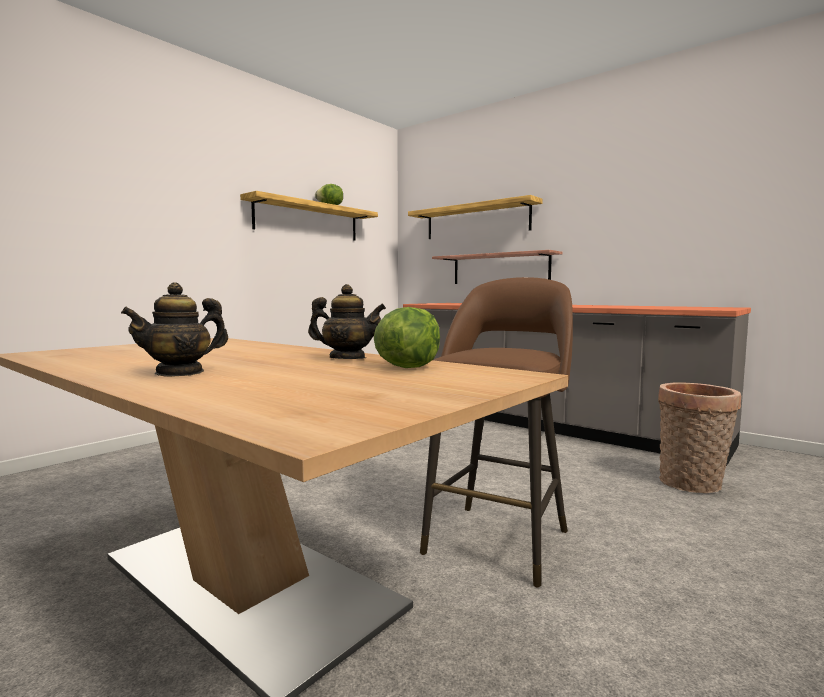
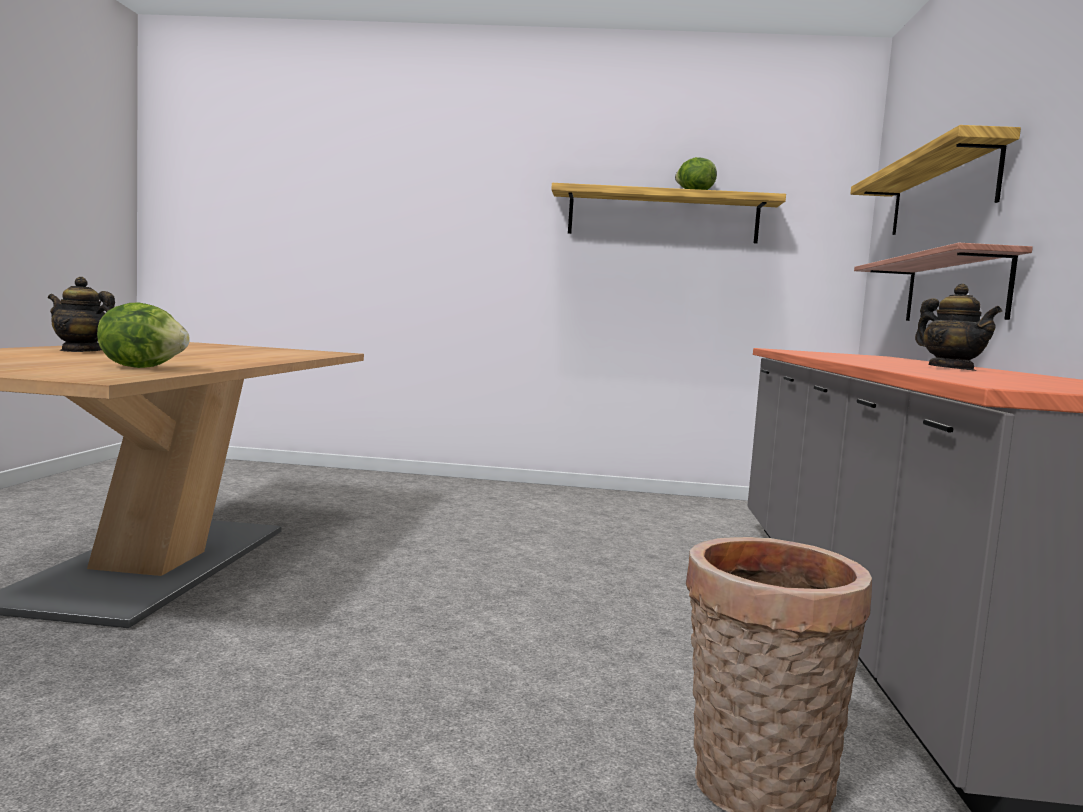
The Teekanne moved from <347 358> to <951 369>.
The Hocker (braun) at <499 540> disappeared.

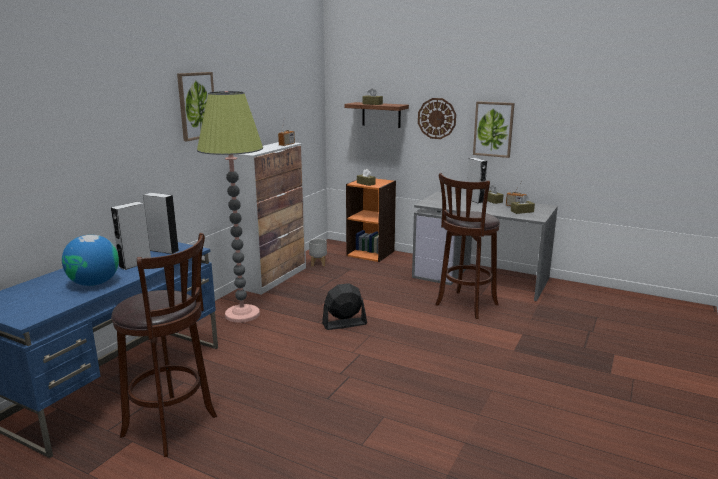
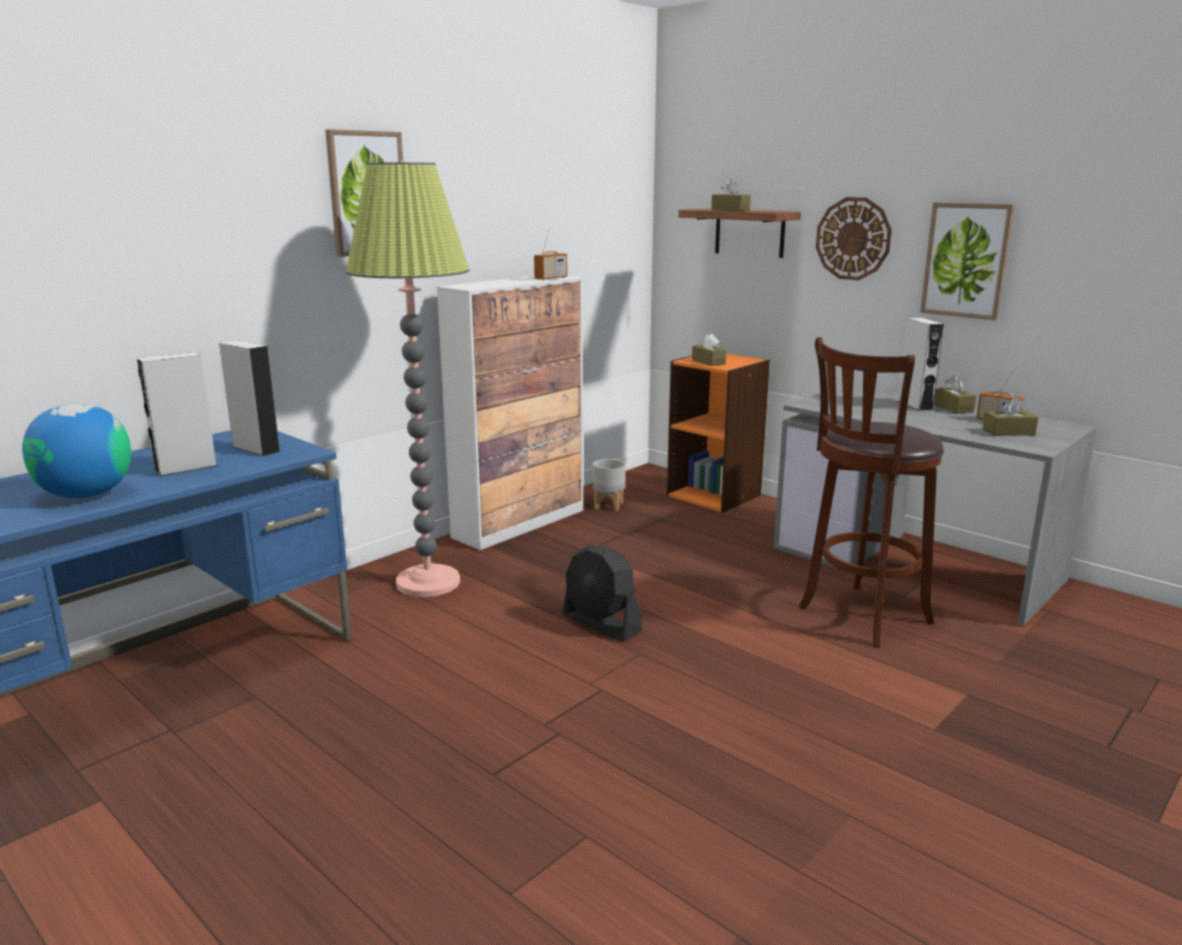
The Hocker (braun) at <173 427> disappeared.
The Ventilator (schwarz) at <344 324> turned 135 degrees counterclockwise.

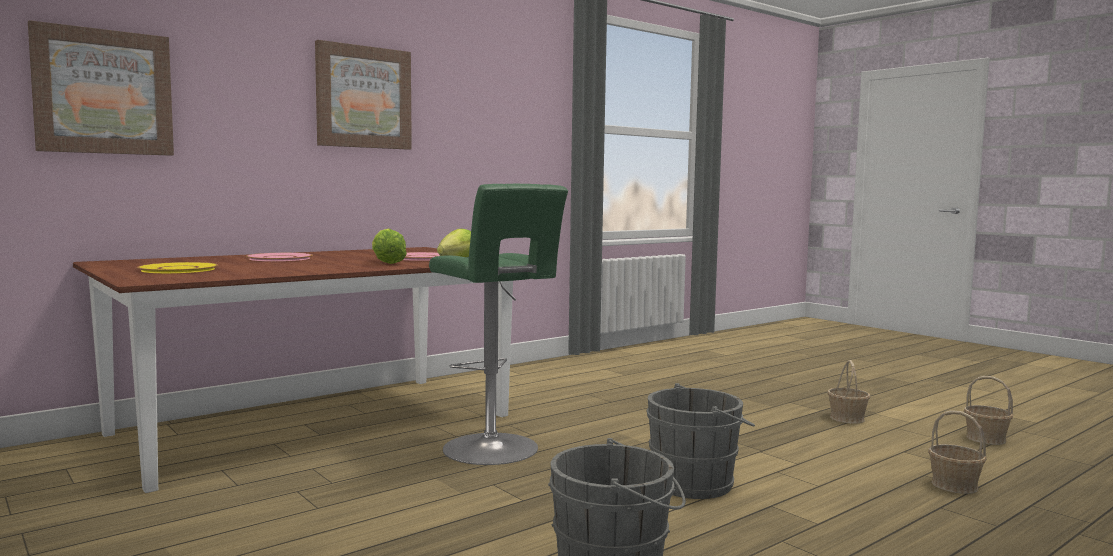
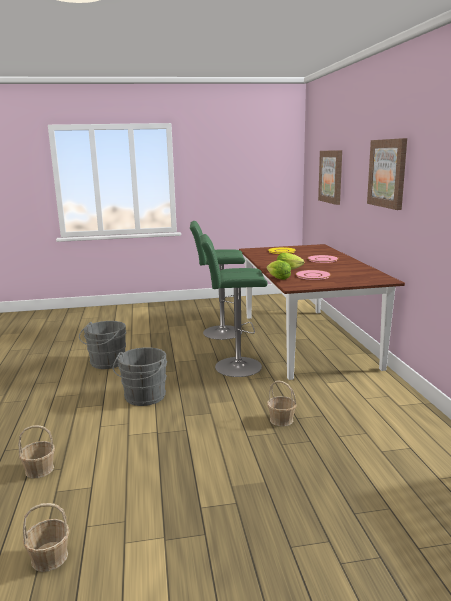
The Korb moved from <847 418> to <281 420>.
The Hocker (grün) at <219 332> appeared.

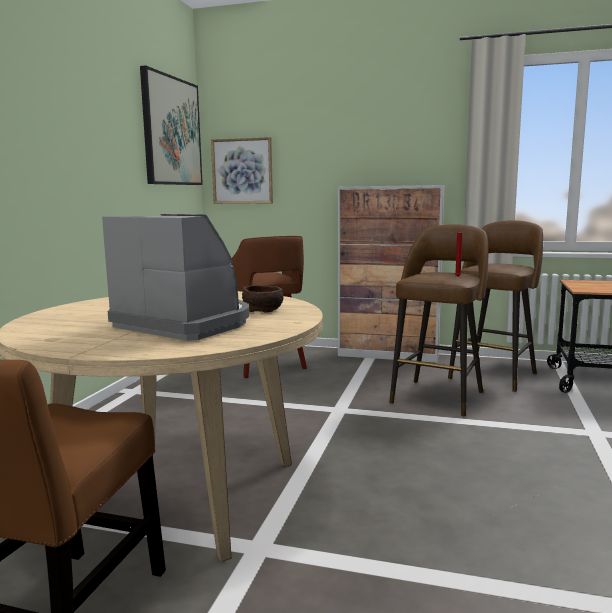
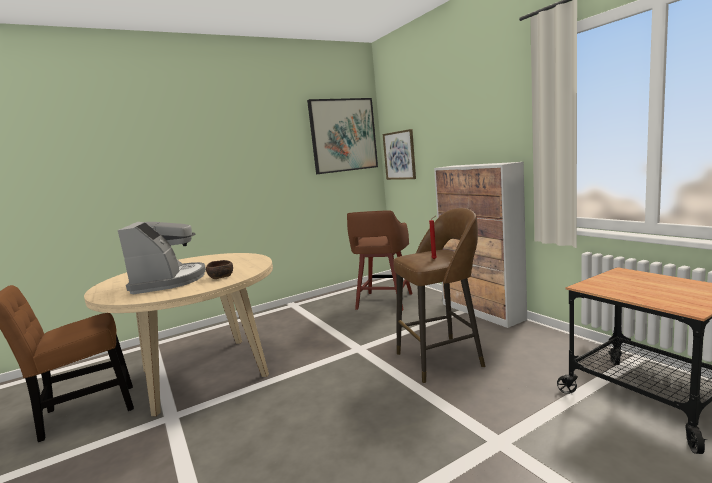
The Hocker (braun) at <494 375> disappeared.

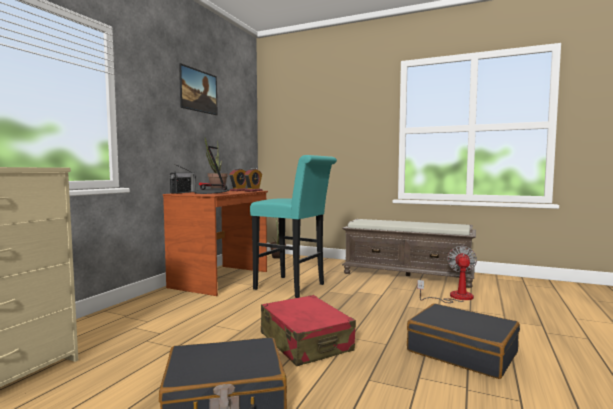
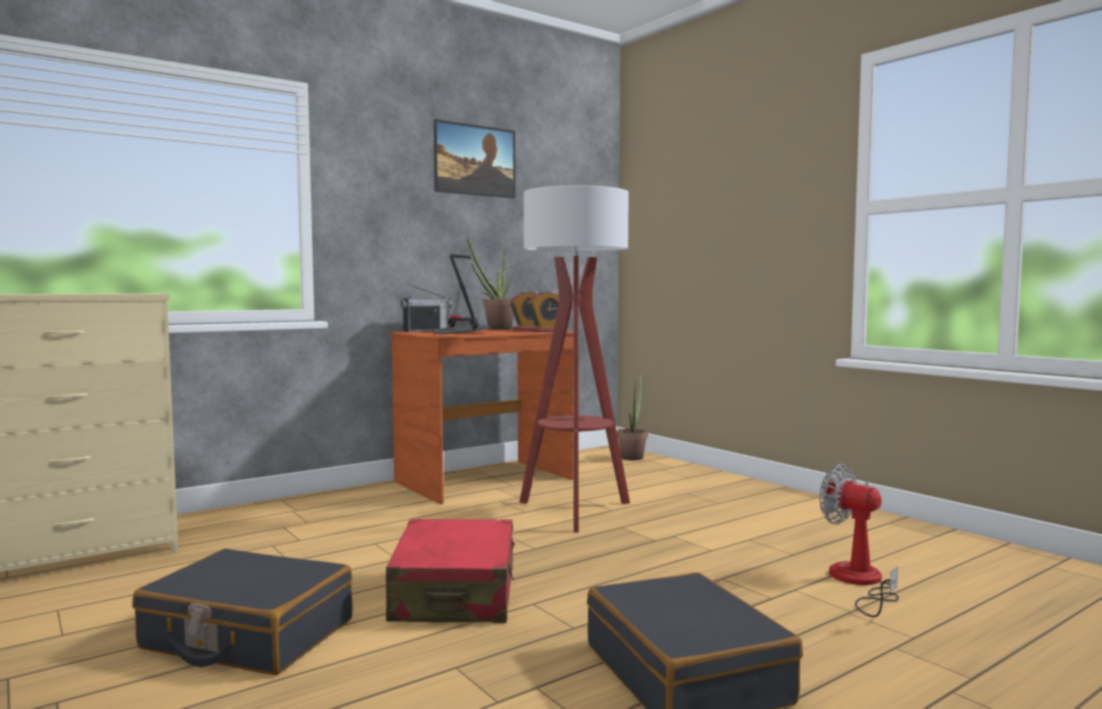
The Hocker (türkis) at <294 287> was replaced by the Stehlampe at <574 511>.
The Bank (braun) at <407 275> disappeared.
The Ventilator at <454 297> turned 90 degrees counterclockwise.

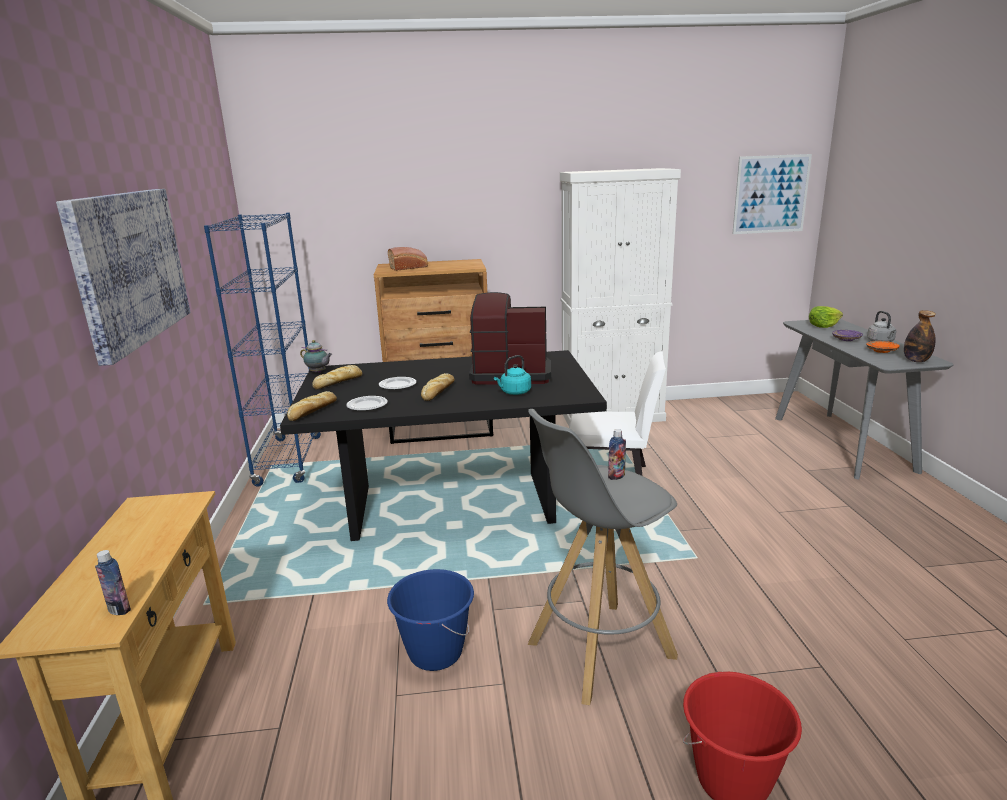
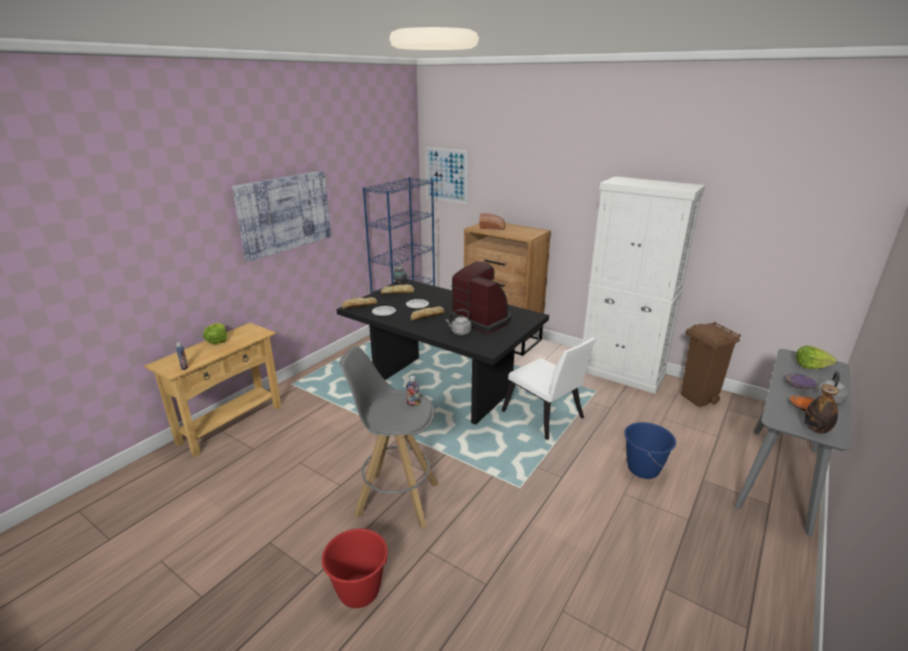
The Eimer (blau) moved from <435 653> to <643 469>.
The Wasserkessel (türkis) at <514 392> became the Wasserkessel (grau) at <460 332>.
The Bild moved from <771 194> to <446 175>.
The Salatkopf at <217 340> appeared.
The Mülleimer (braun) at <698 399> appeared.

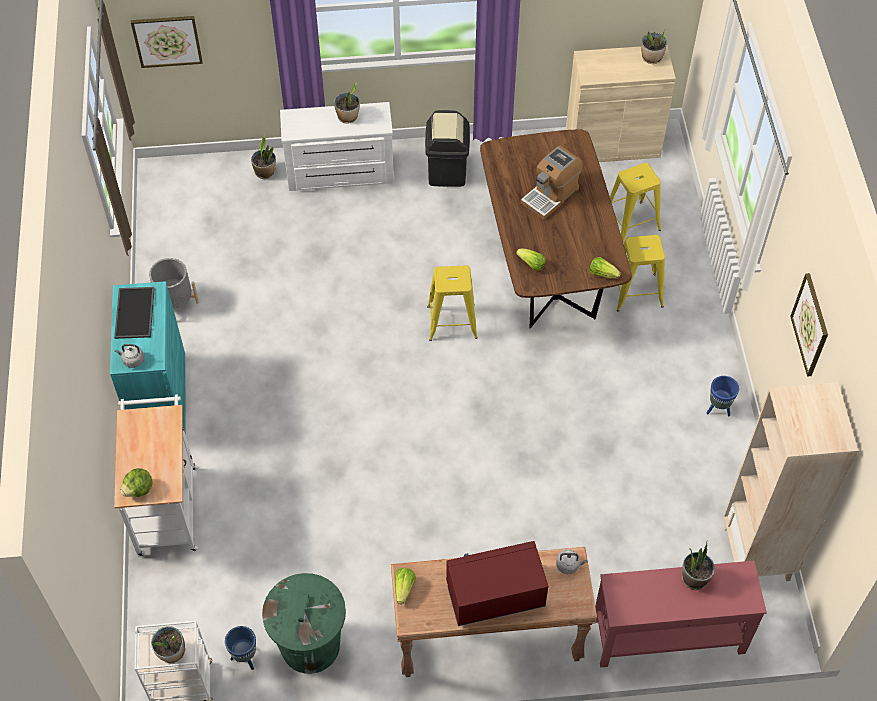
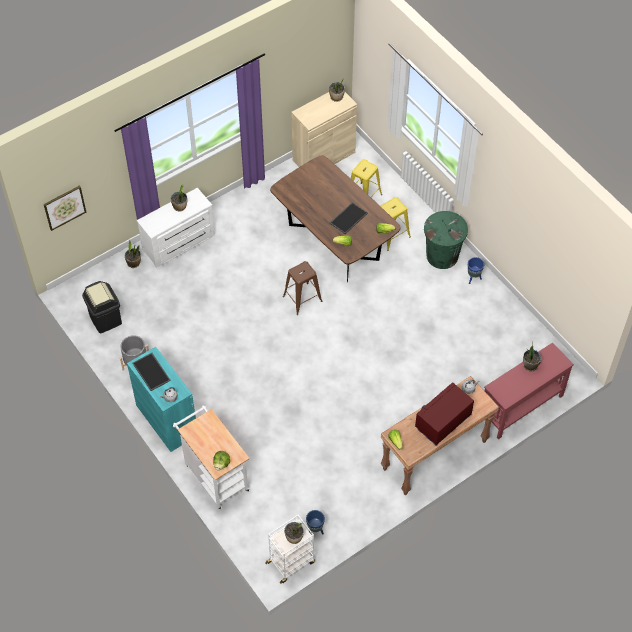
The Mülleimer (grün) moved from <310 645> to <442 255>.
The Mülleimer (schwarz) moved from <446 171> to <105 319>.
The Hocker (gelb) at <452 322> became the Hocker (braun) at <302 299>.
The Kaffeemaschine at <550 195> disappeared.
The Bücherregal (beige) at <757 554> disappeared.
The Bild at <810 325> disappeared.
The Tablett at <348 217> appeared.

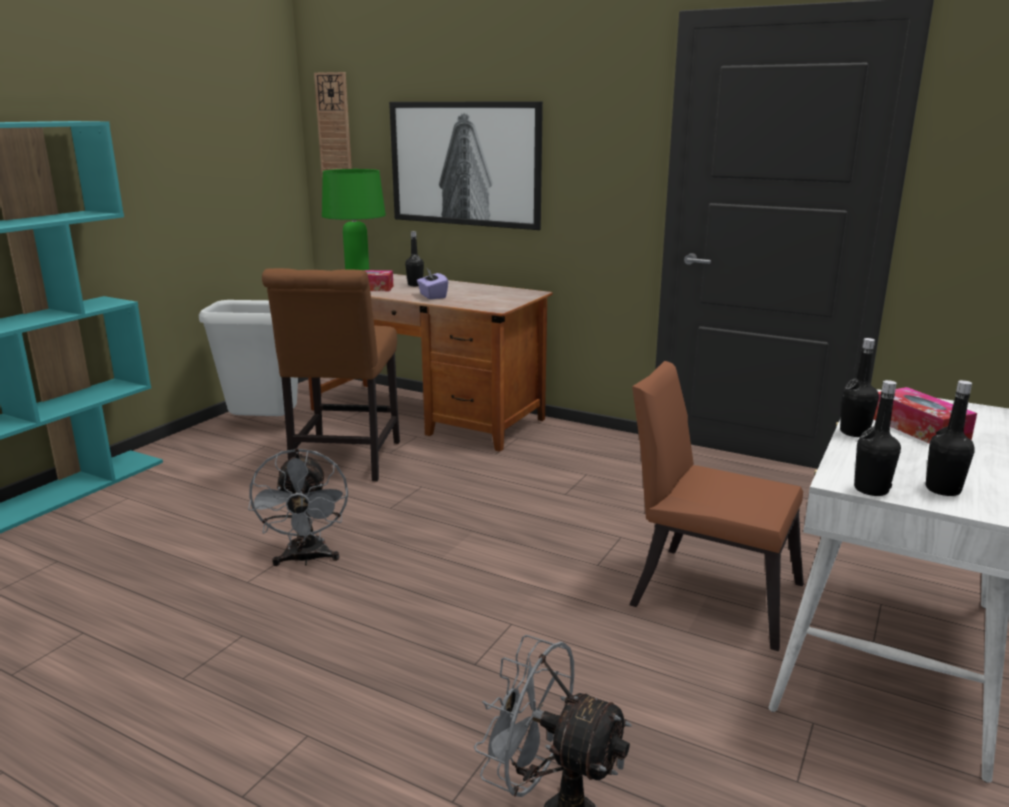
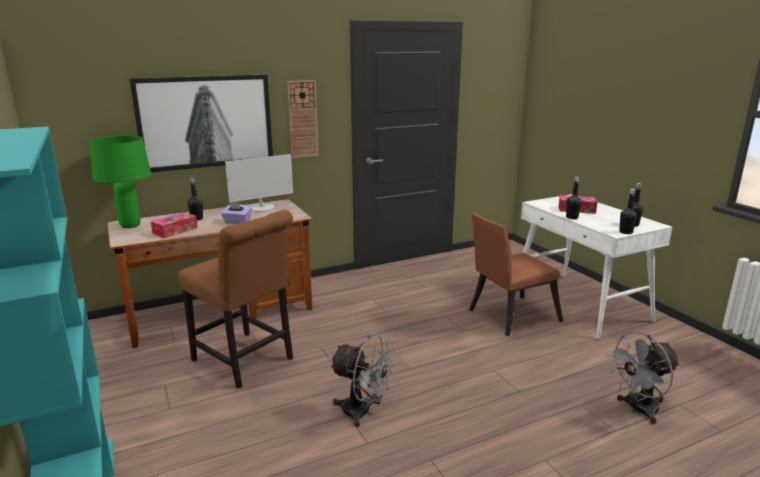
The Mülleimer (grau) at <266 426> disappeared.
The Wanduhr moved from <334 126> to <303 119>.
The Monitor at <261 208> appeared.

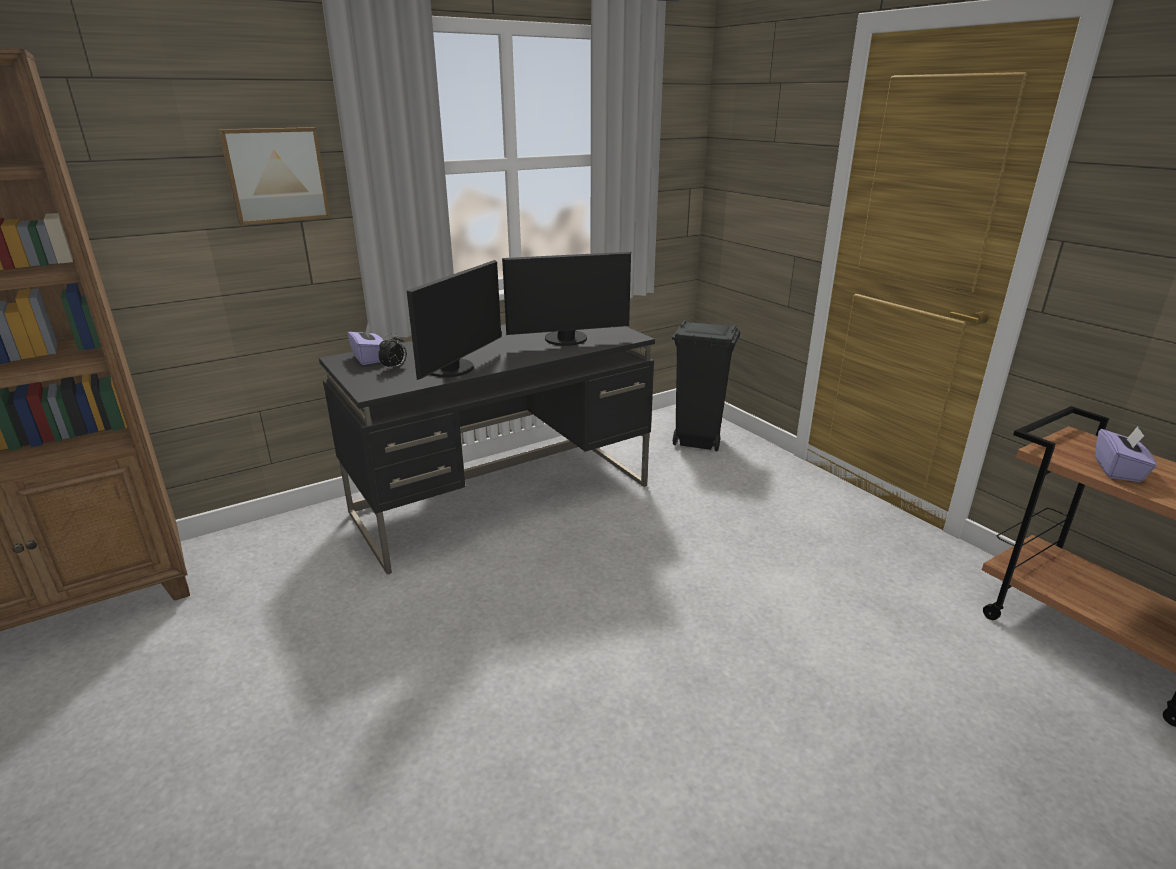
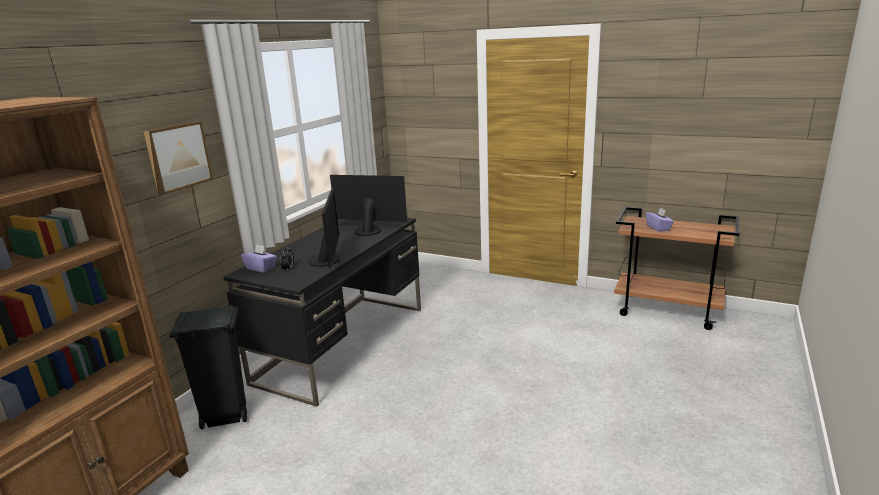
The Monitor at <567 340> turned 120 degrees counterclockwise.
The Mülleimer (schwarz) moved from <696 442> to <225 417>.

